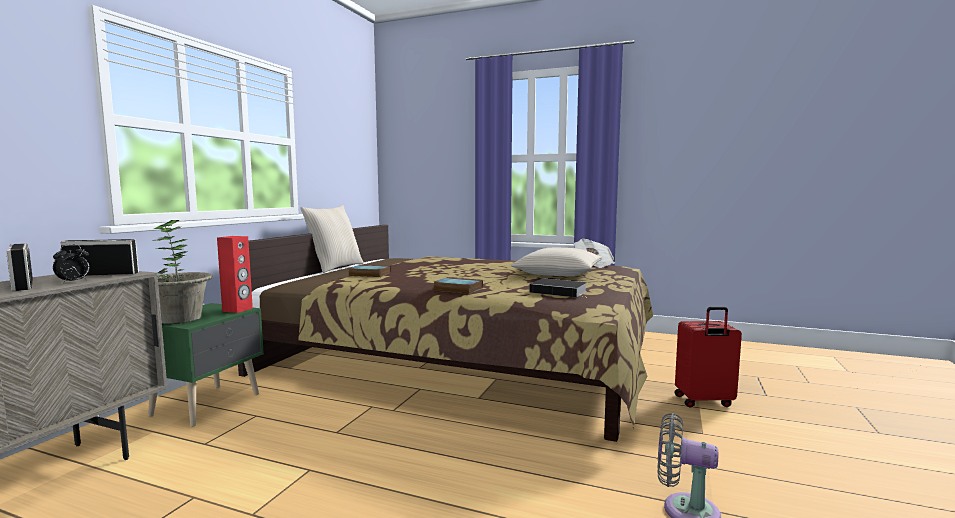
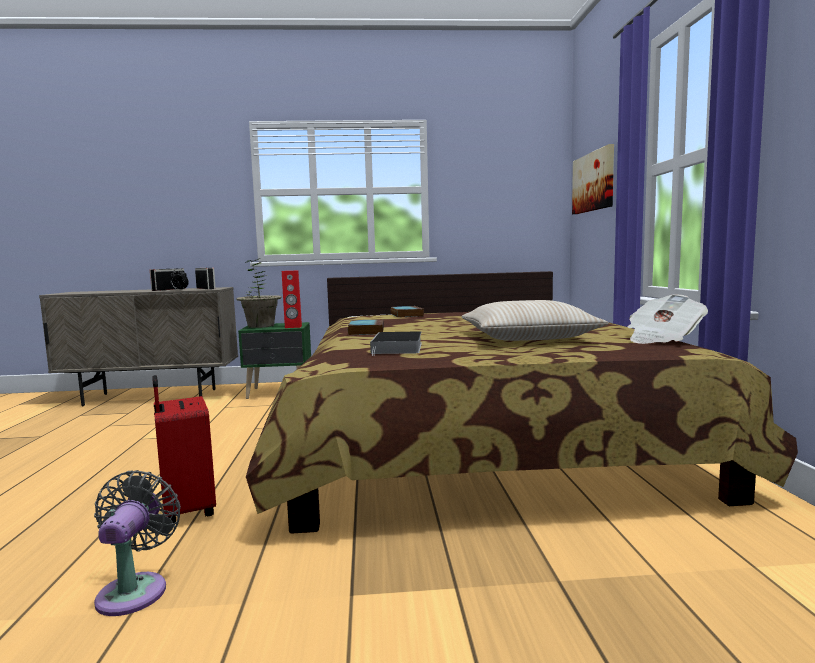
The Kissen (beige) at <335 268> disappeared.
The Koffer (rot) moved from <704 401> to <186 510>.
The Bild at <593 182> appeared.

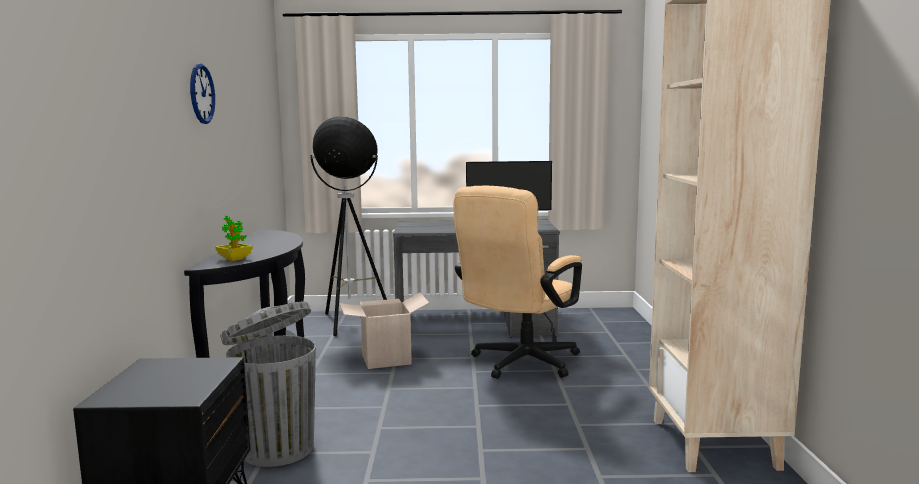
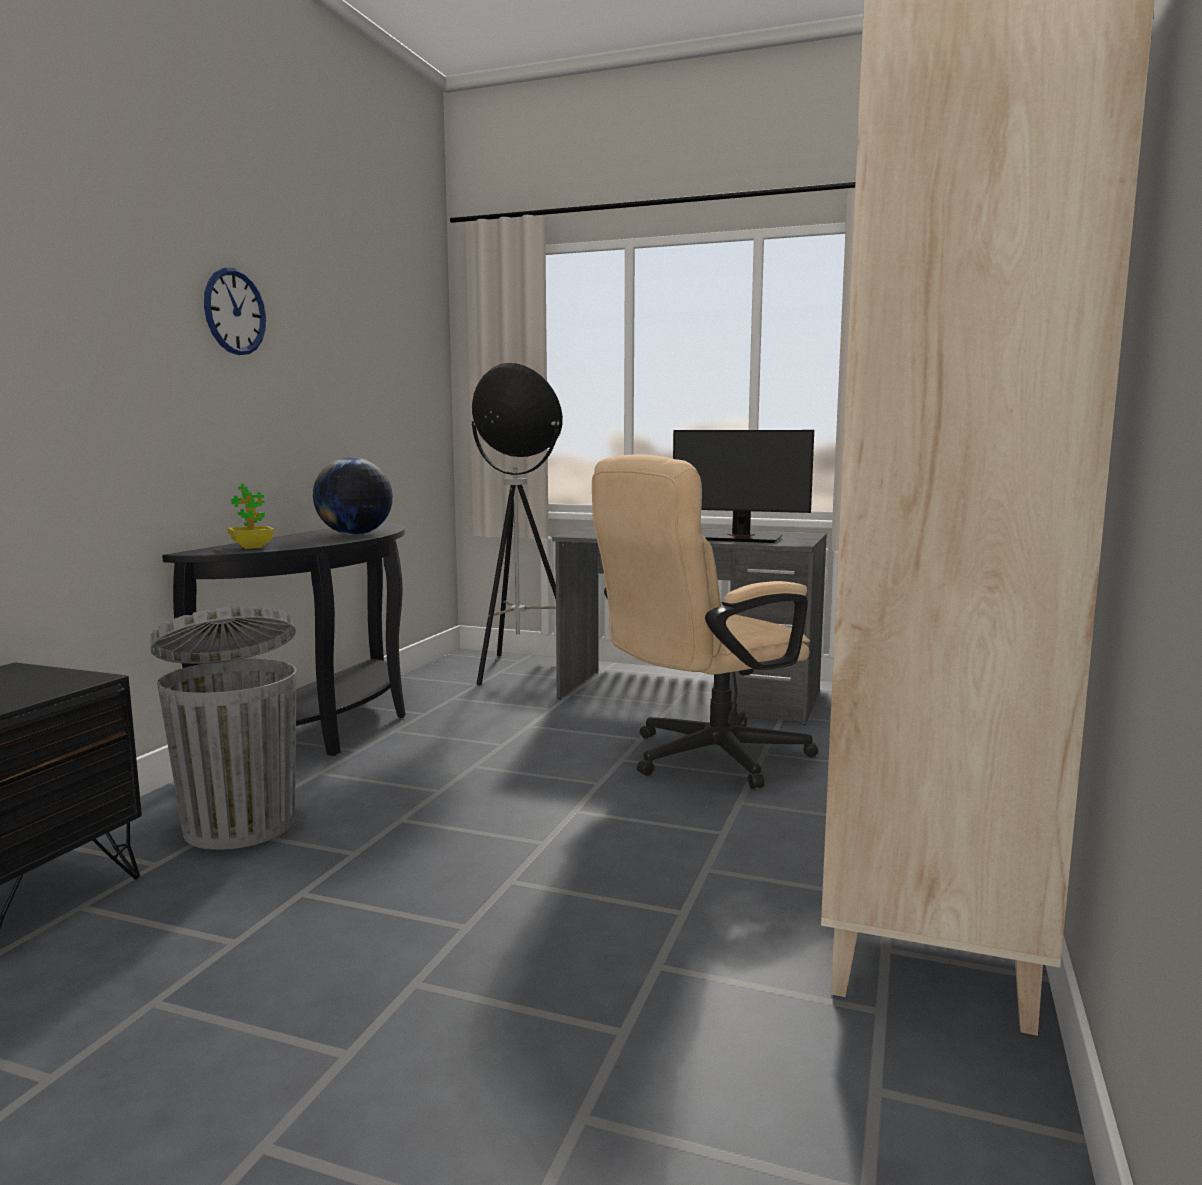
The Karton at <386 359> disappeared.
The Globus at <354 534> appeared.

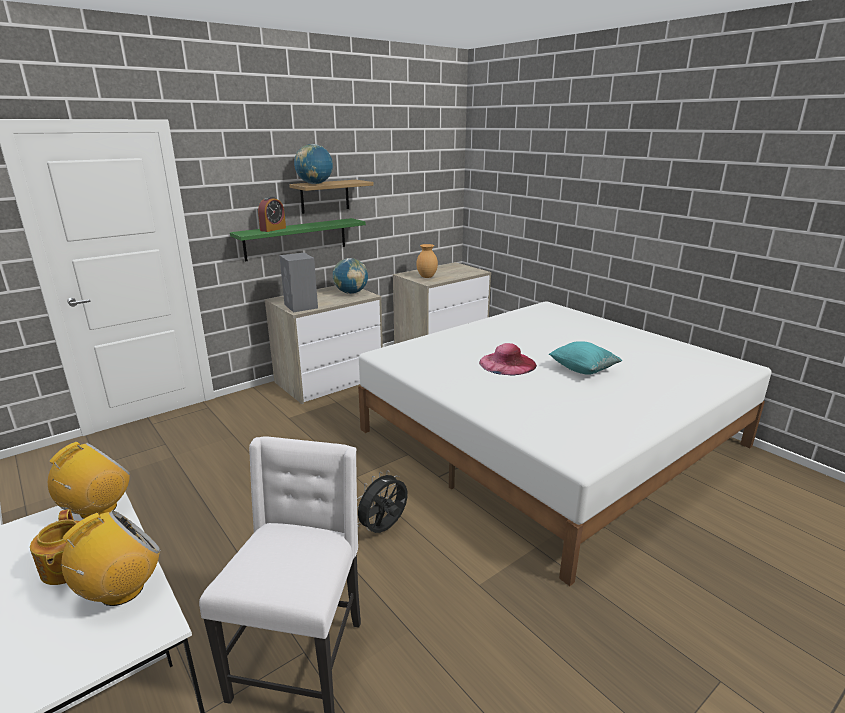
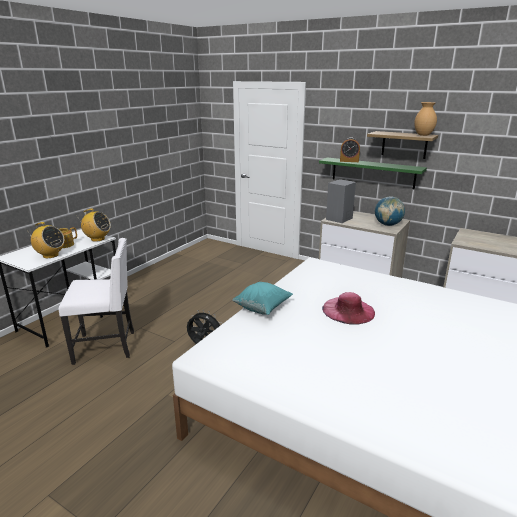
The Globus at <315 184> disappeared.
The Vase (braun) moved from <427 277> to <423 135>.
The Kissen (türkis) moved from <583 370> to <262 308>.

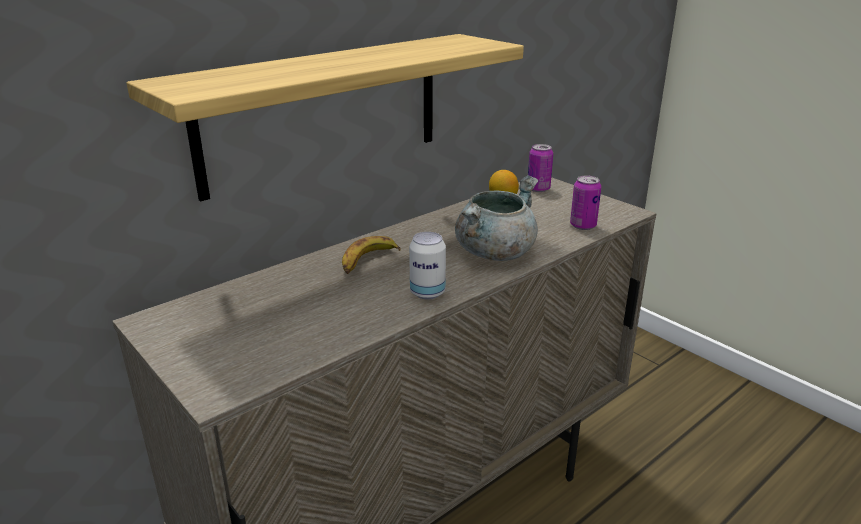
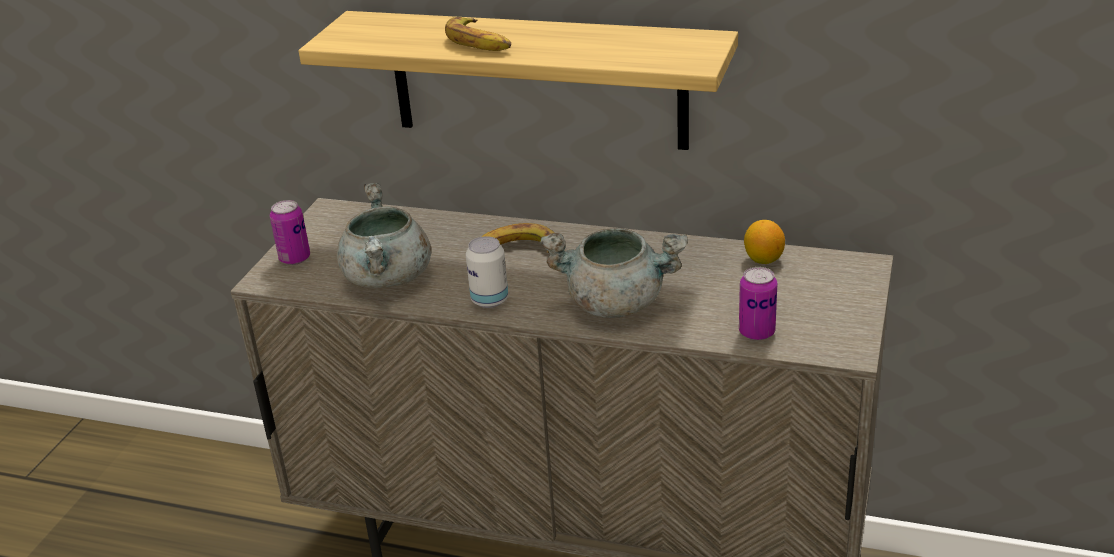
The Dose moved from <538 189> to <295 258>.
The Kochtopf (grau) at <388 278> appeared.
The Banane at <479 42> appeared.

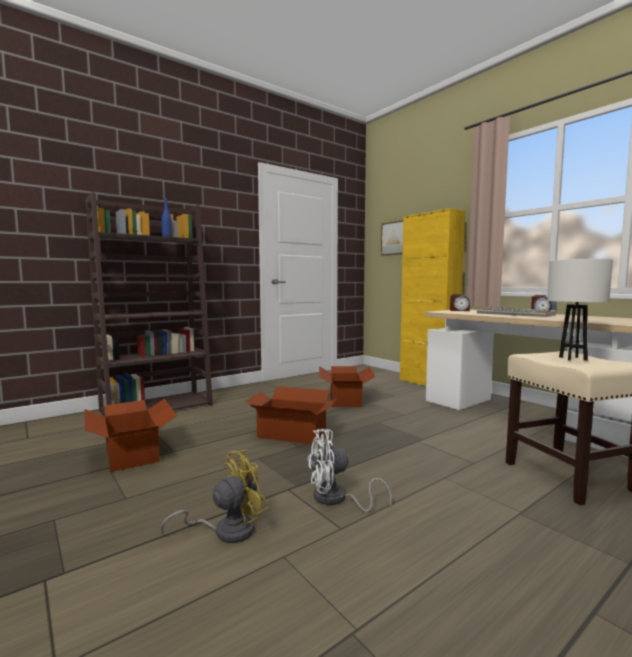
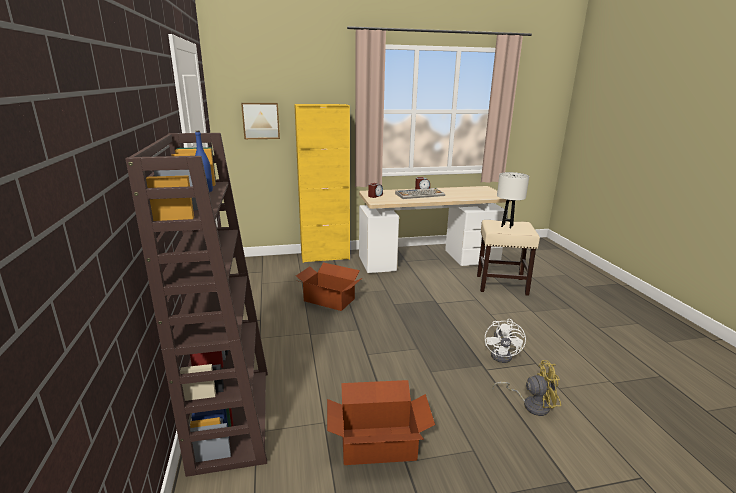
The Ventilator (gelb) at <226 530> turned 105 degrees clockwise.
The Karton at <292 434> disappeared.

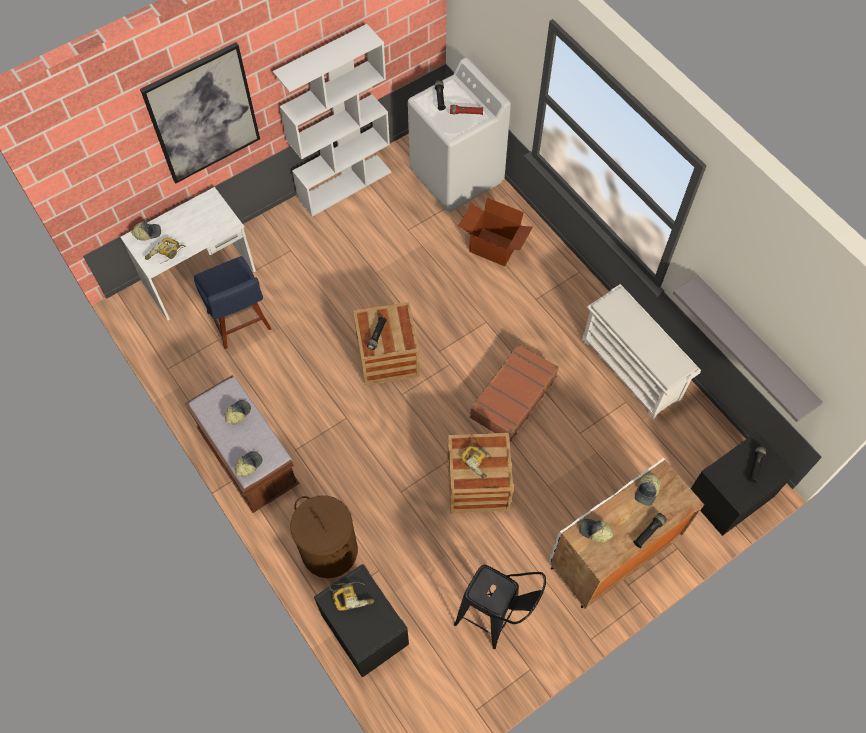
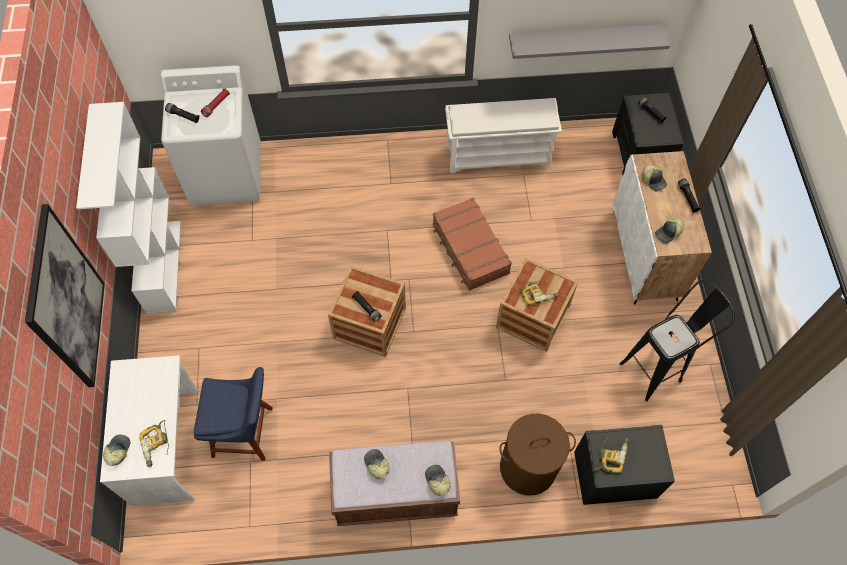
The Karton at <493 248> disappeared.

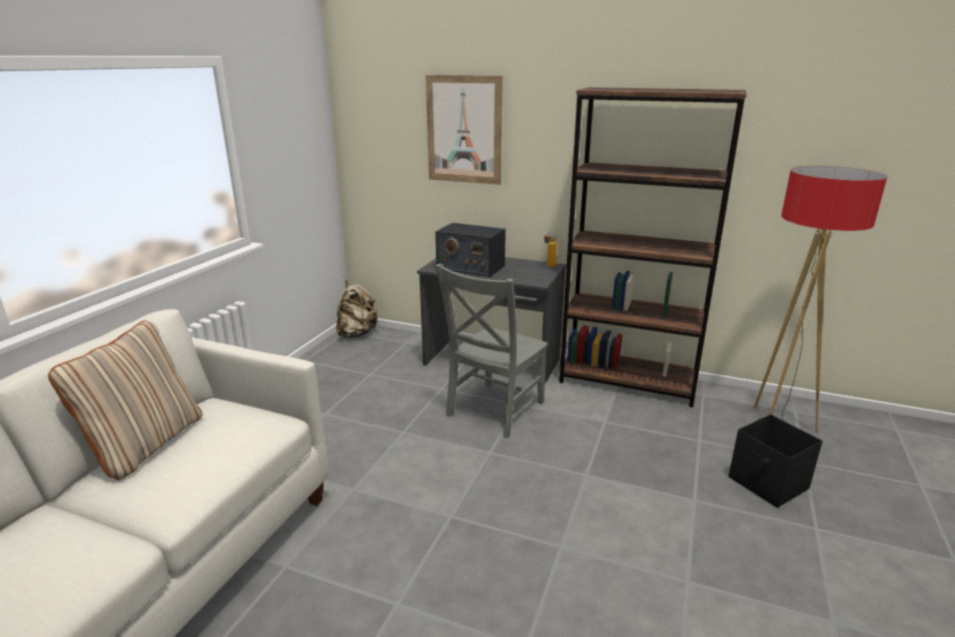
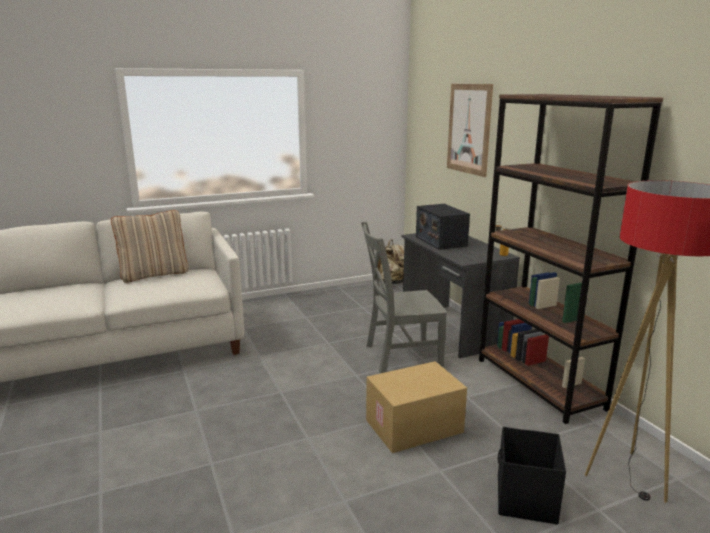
The Karton at <414 427> appeared.

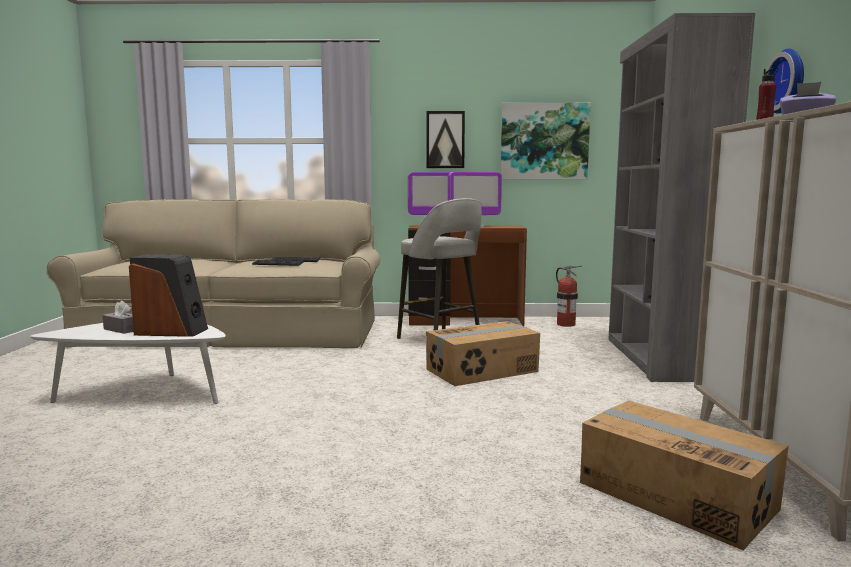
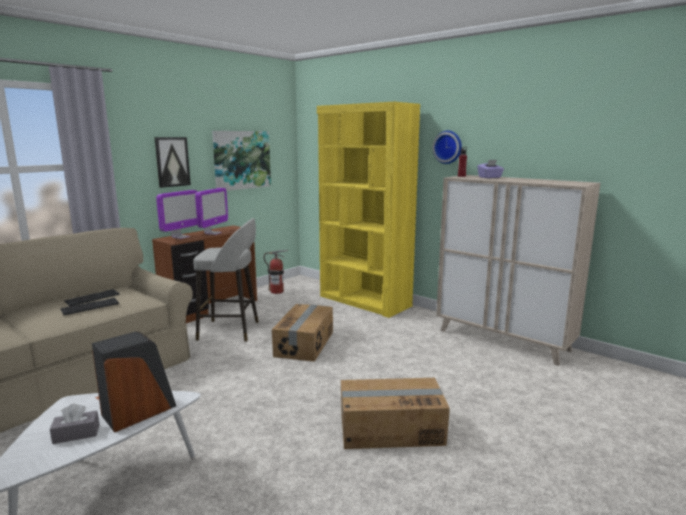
The Karton moved from <676 495> to <390 428>.
The Bücherregal (grau) at <658 358> became the Bücherregal (gelb) at <364 301>.

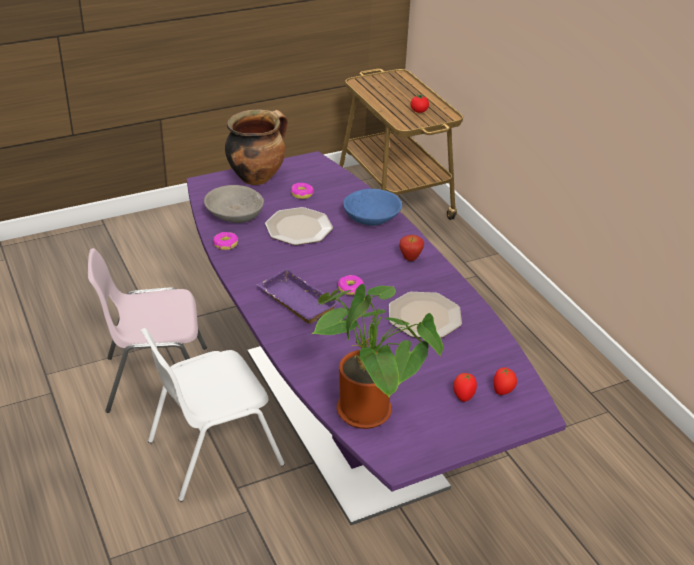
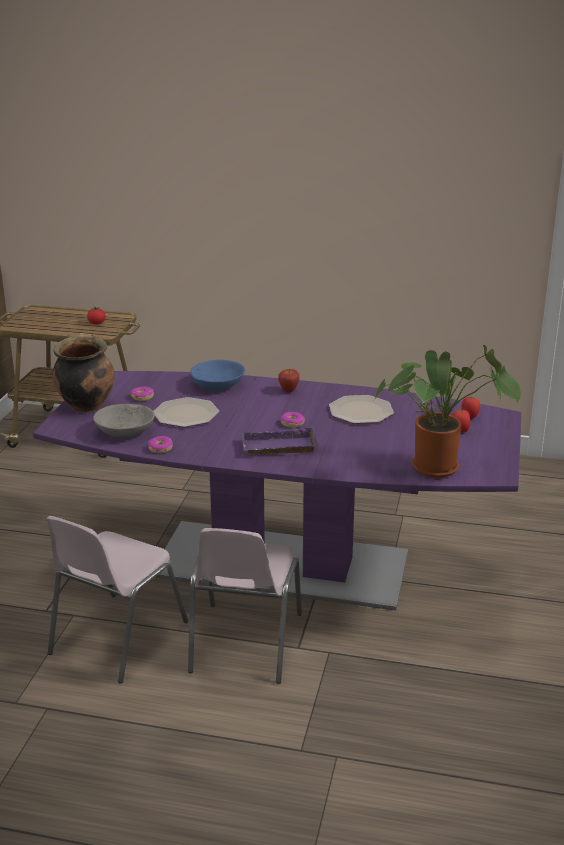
The Stuhl (weiß) at <212 452> became the Stuhl (rosa) at <244 643>.

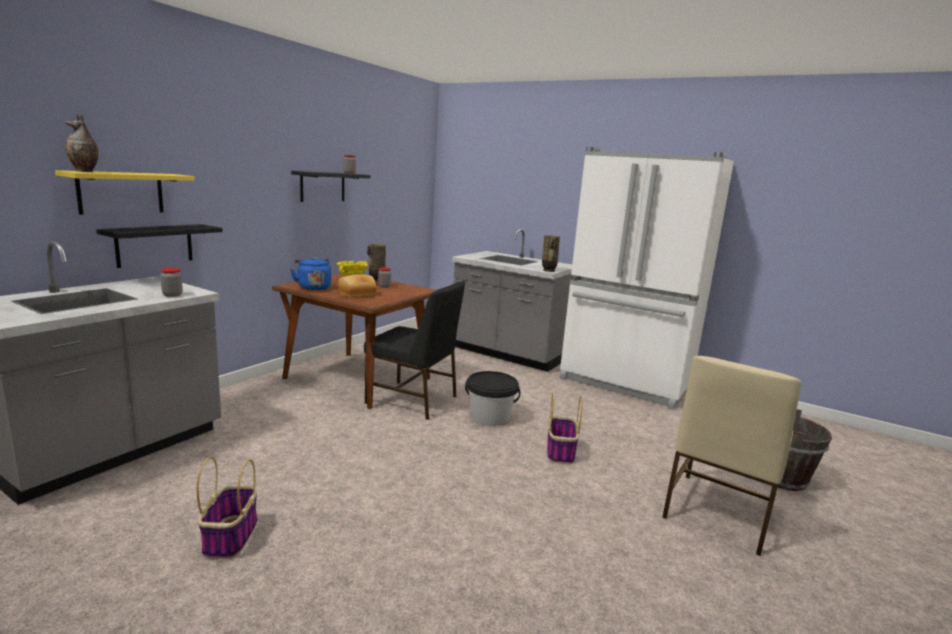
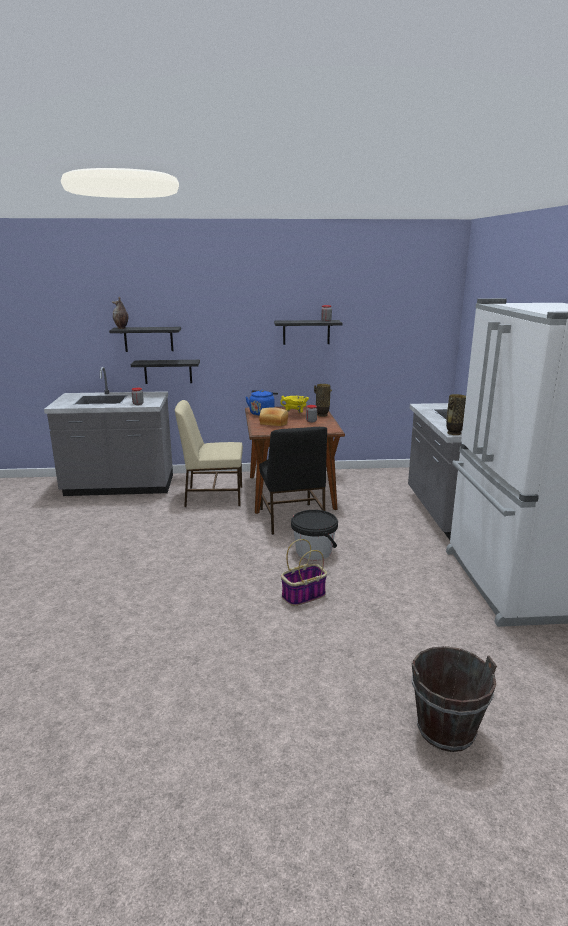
The Wandregal (gelb) at <121 192> became the Wandregal (schwarz) at <148 339>.
The Korb at <230 536> disappeared.
The Stuhl (beige) moved from <717 512> to <213 496>.

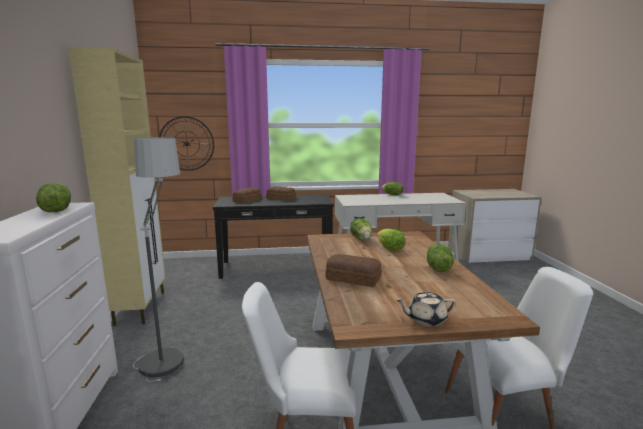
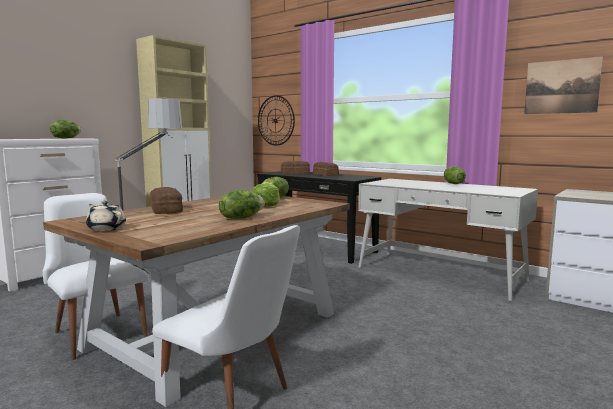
The Bild at <561 86> appeared.

